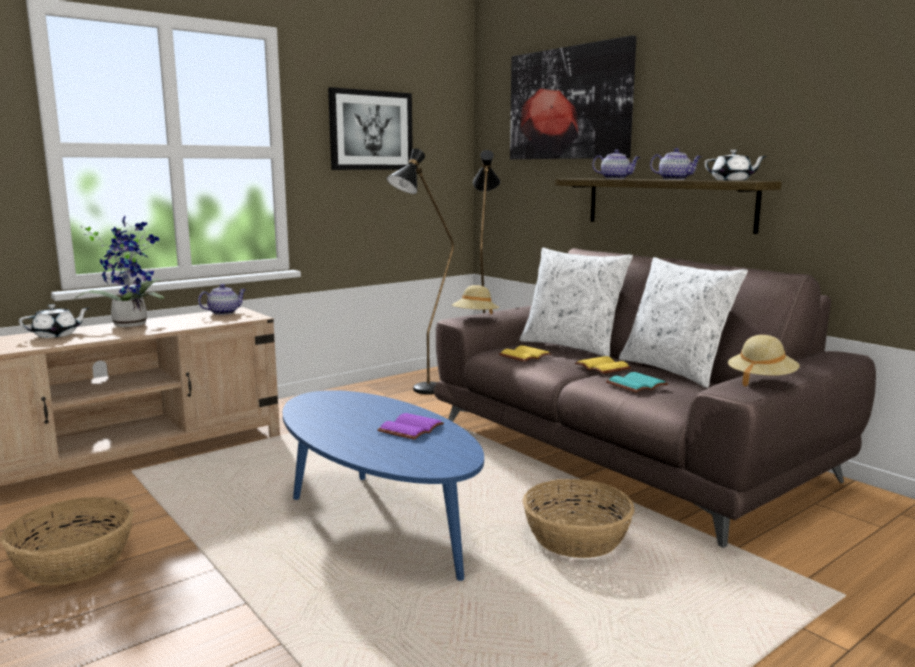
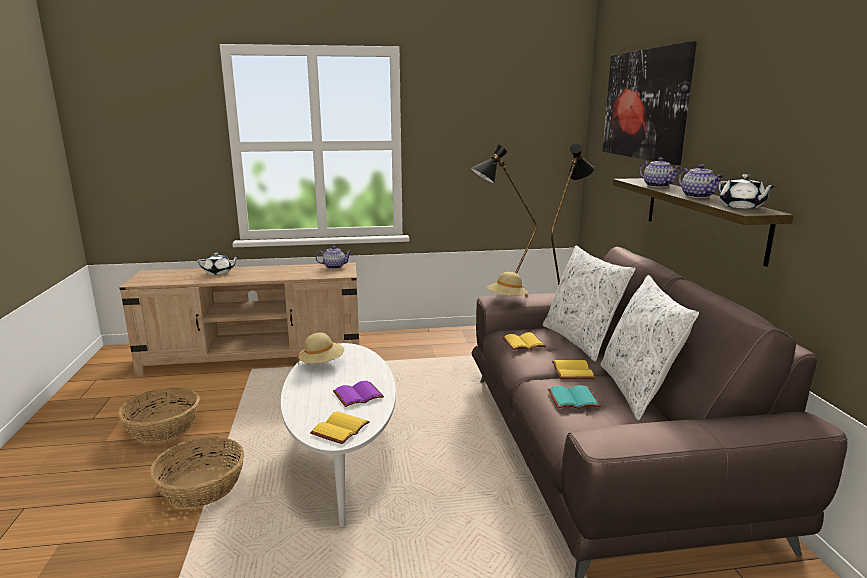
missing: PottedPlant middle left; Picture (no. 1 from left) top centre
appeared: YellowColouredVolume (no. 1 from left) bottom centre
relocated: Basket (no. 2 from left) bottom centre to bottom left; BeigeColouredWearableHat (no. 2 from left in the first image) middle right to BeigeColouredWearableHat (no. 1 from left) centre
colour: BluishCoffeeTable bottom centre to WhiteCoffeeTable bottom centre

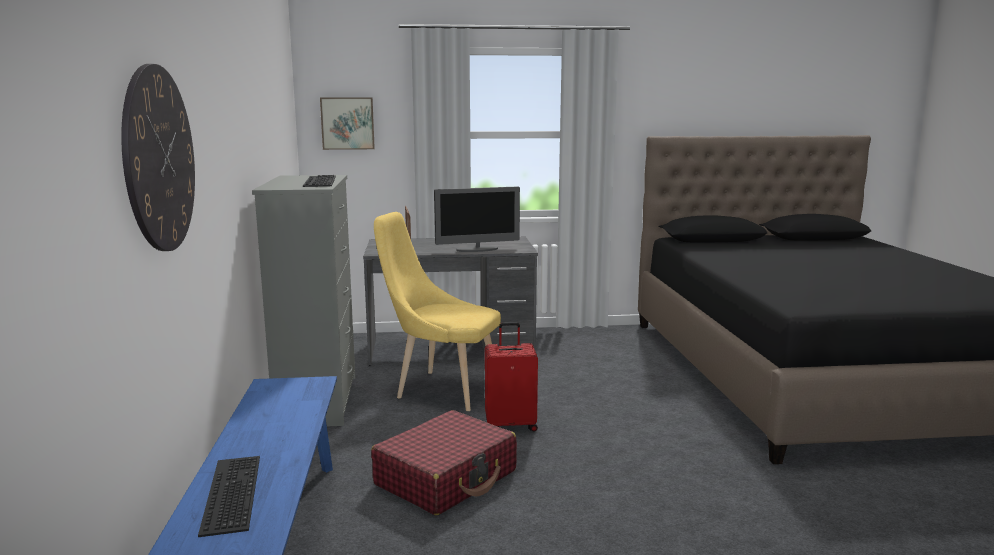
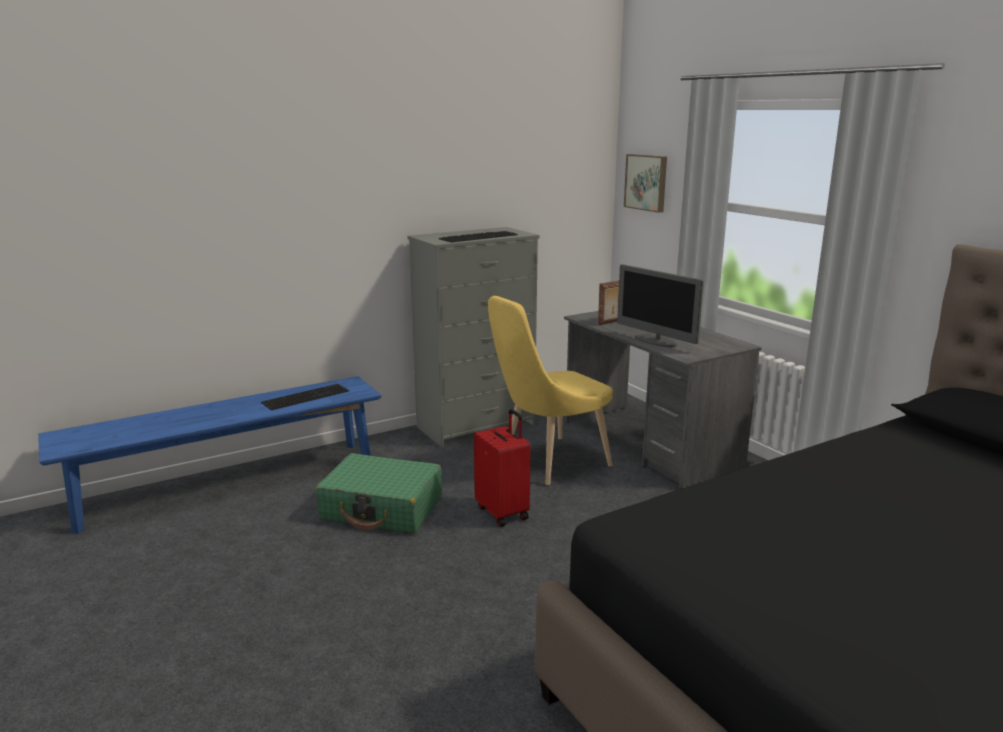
missing: ClockOnTheWall top left
relocated: PcKeyboard (no. 1 from left) bottom left to middle left
colour: RedSuitcase (no. 1 from left) bottom centre to GreenColouredSuitcase bottom centre
spun: YellowColouredChair centre = centre 120 degrees counterclockwise

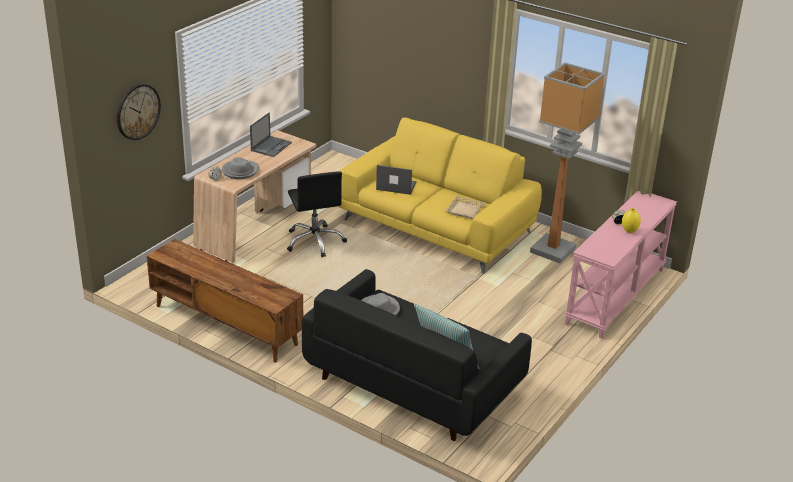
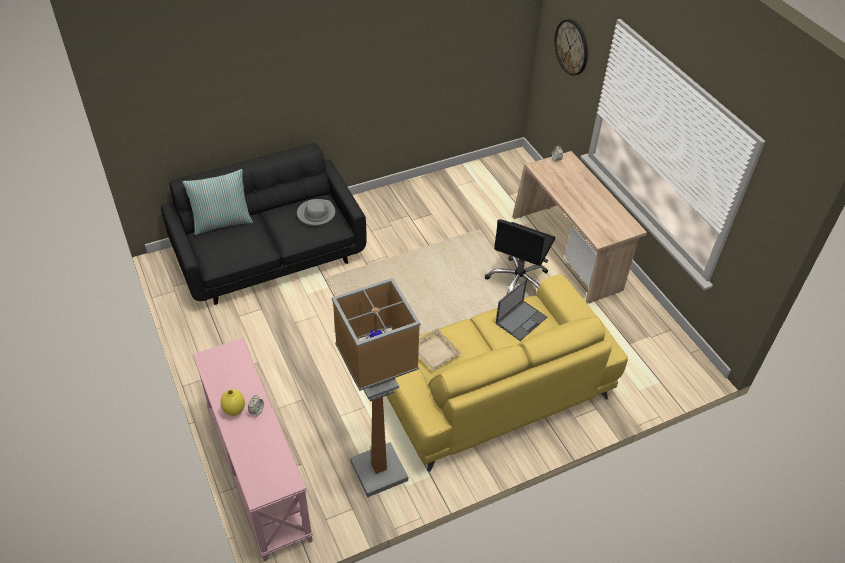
missing: BrownTvUnit middle left; GreyishWearableHat (no. 1 from left) middle left; NotebookComputer (no. 1 from left) top centre
spun: BlackOfficeChair centre = centre 75 degrees counterclockwise

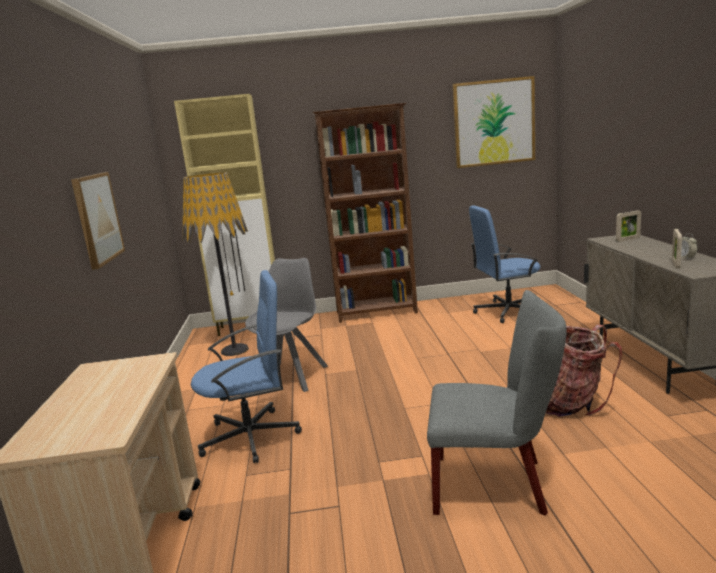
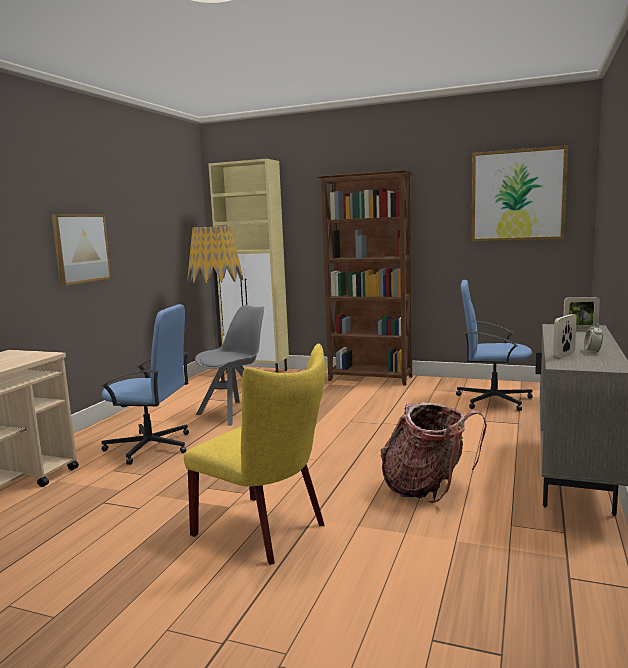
colour: GreyishChair (no. 2 from left) bottom right to YellowColouredChair bottom centre

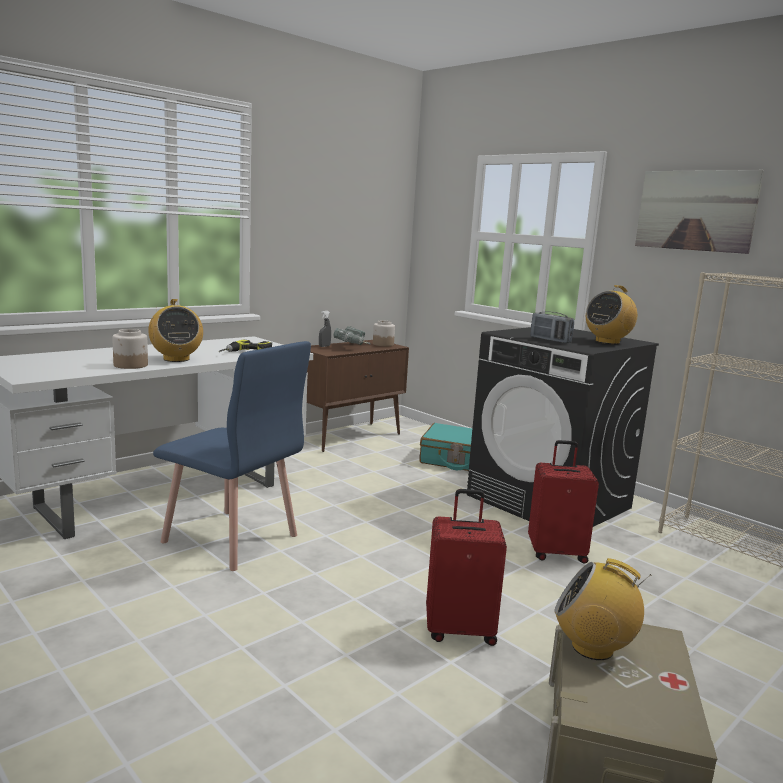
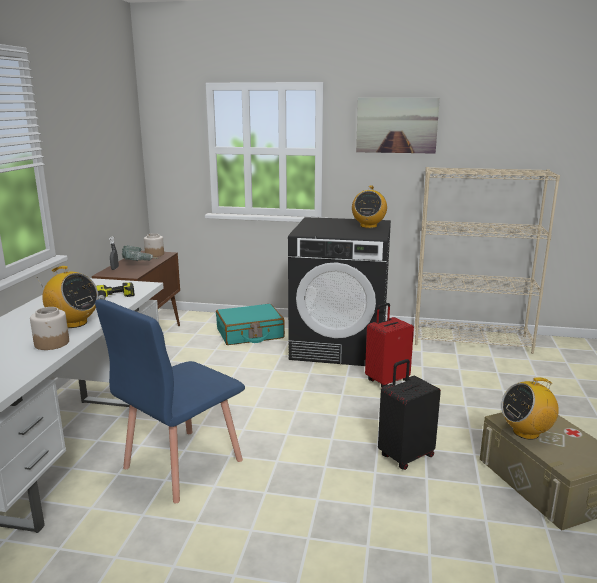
missing: RadioSet (no. 2 from left) middle right
colour: RedSuitcase (no. 1 from left) bottom centre to BlackSuitcase bottom right
spun: BluishChair middle left = bottom left 135 degrees clockwise

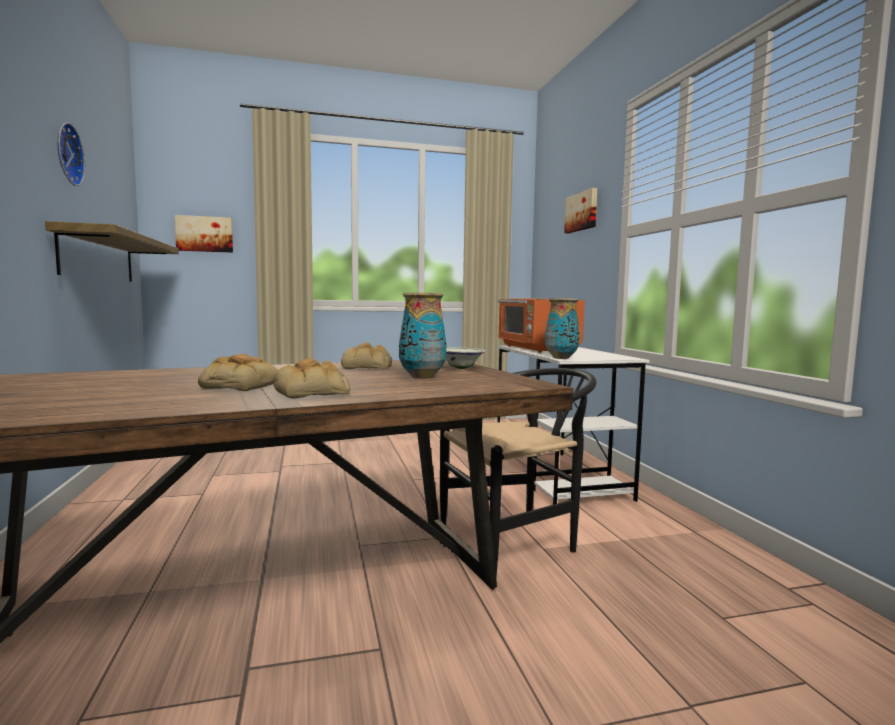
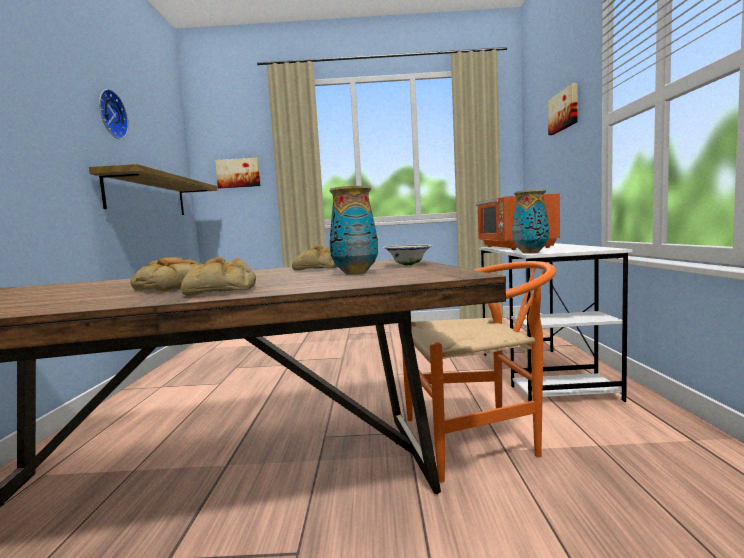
colour: BlackChair centre to OrangeChair bottom centre

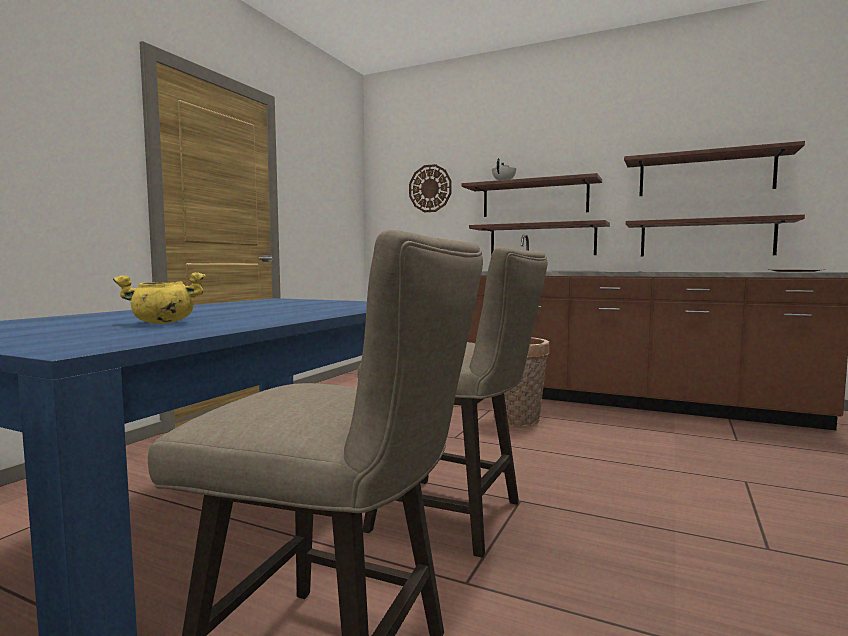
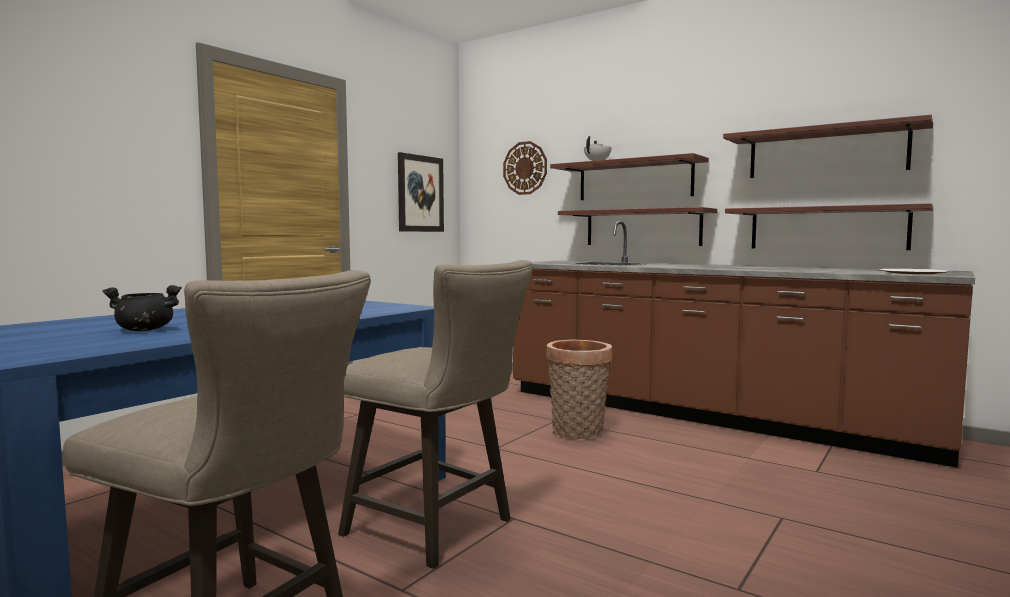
appeared: Picture top centre
colour: YellowColouredCookingPot middle left to BlackCookingPot middle left

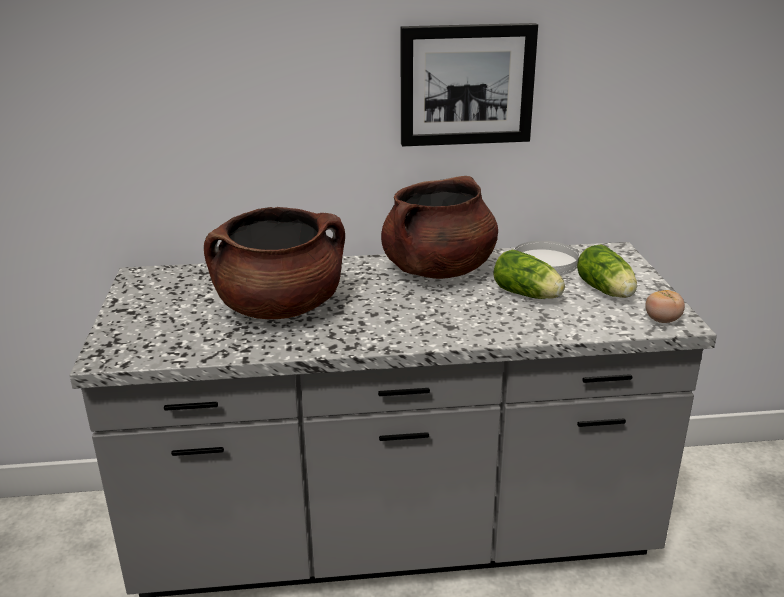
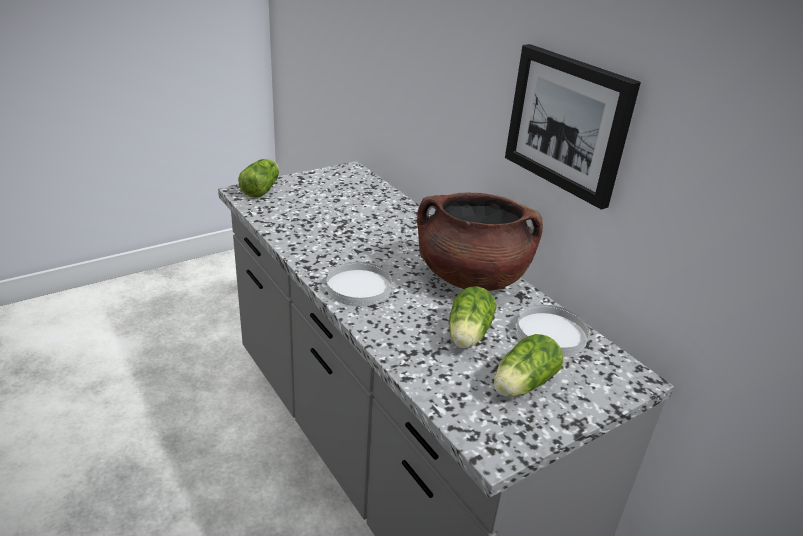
missing: BrownCookingPot (no. 1 from left) centre; FreshTomato middle right
appeared: HeadOfLettuce (no. 1 from left) top left; WhiteFlatDish (no. 1 from left) centre

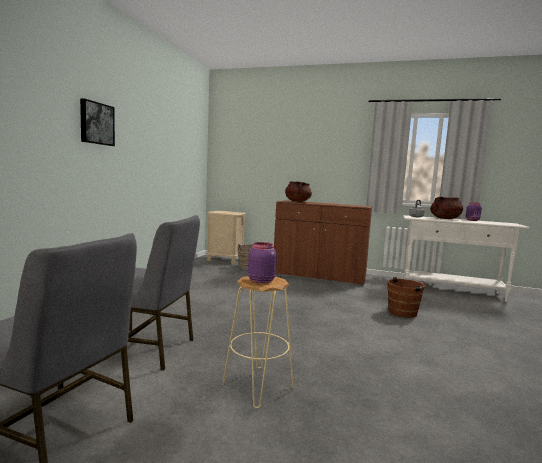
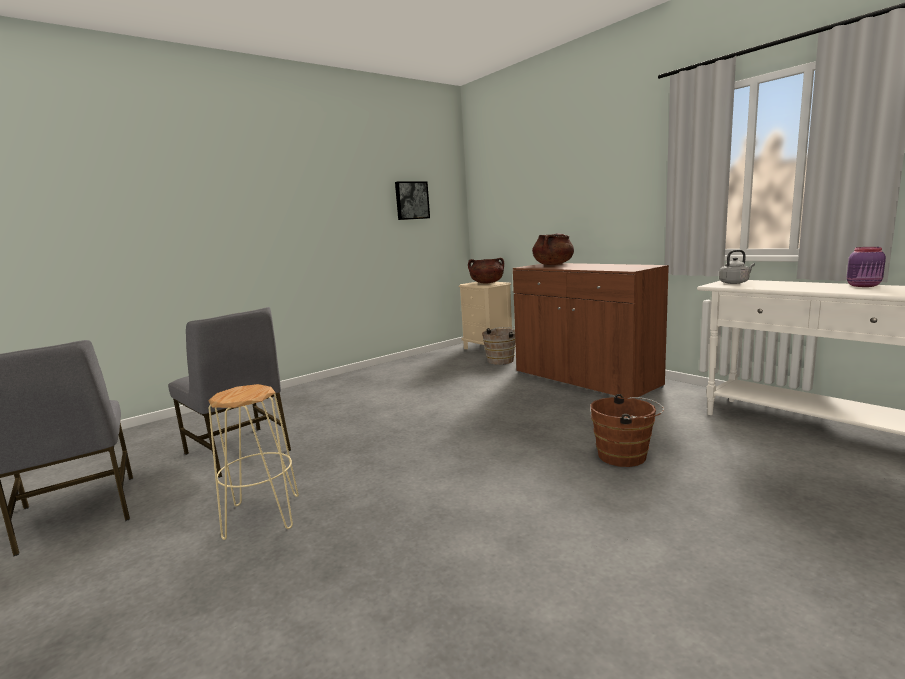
missing: PurpleColouredPreserveJar (no. 1 from left) centre
relocated: Picture top left to top centre; BrownCookingPot (no. 2 from left in the first image) middle right to BrownCookingPot (no. 1 from left) centre

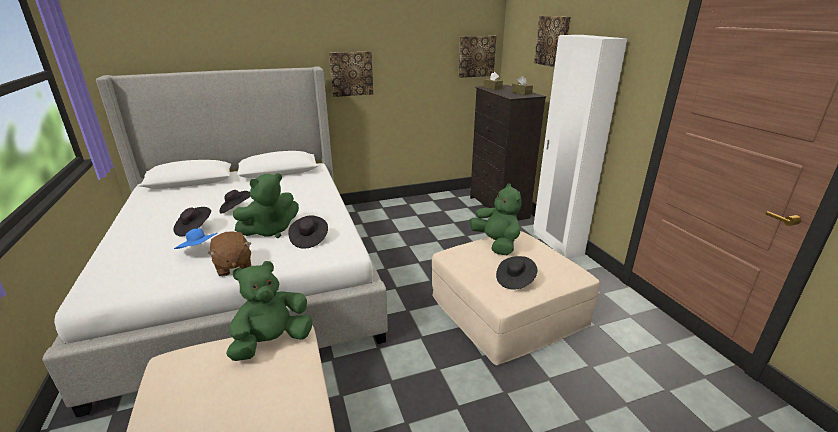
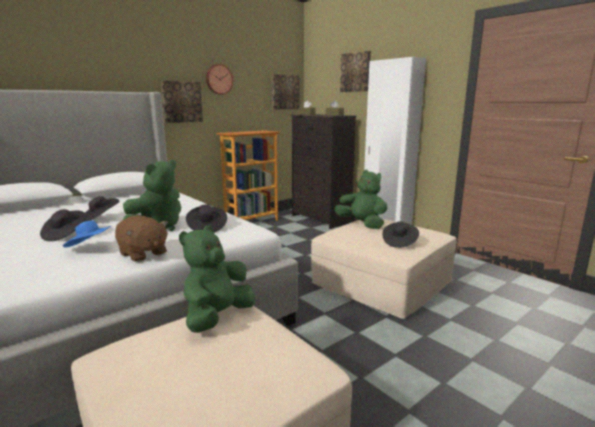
appeared: ClockOnTheWall top centre; Bookshelf centre

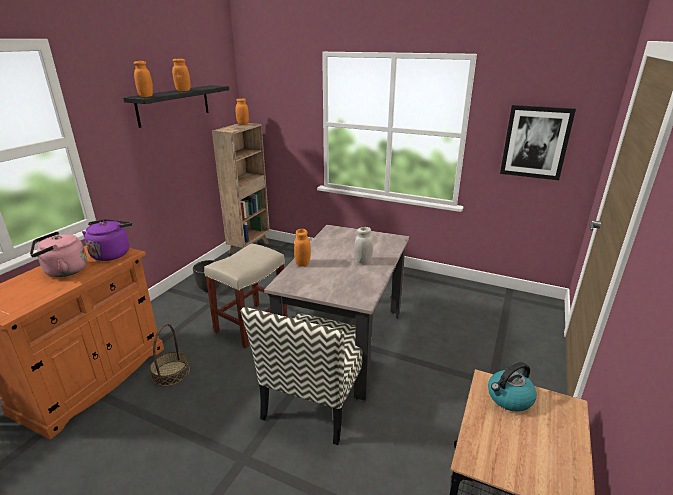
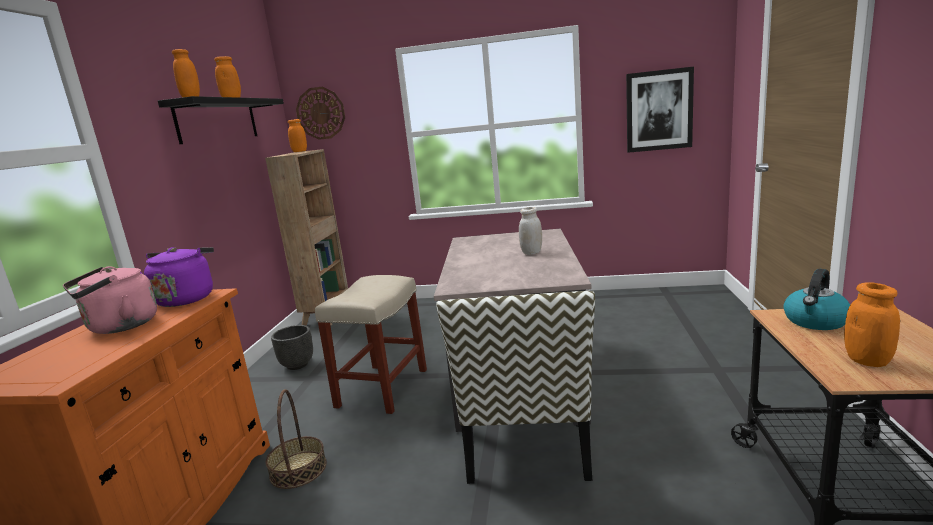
appeared: ClockOnTheWall top centre
relocated: OrangePreserveJar (no. 4 from left) centre to middle right

